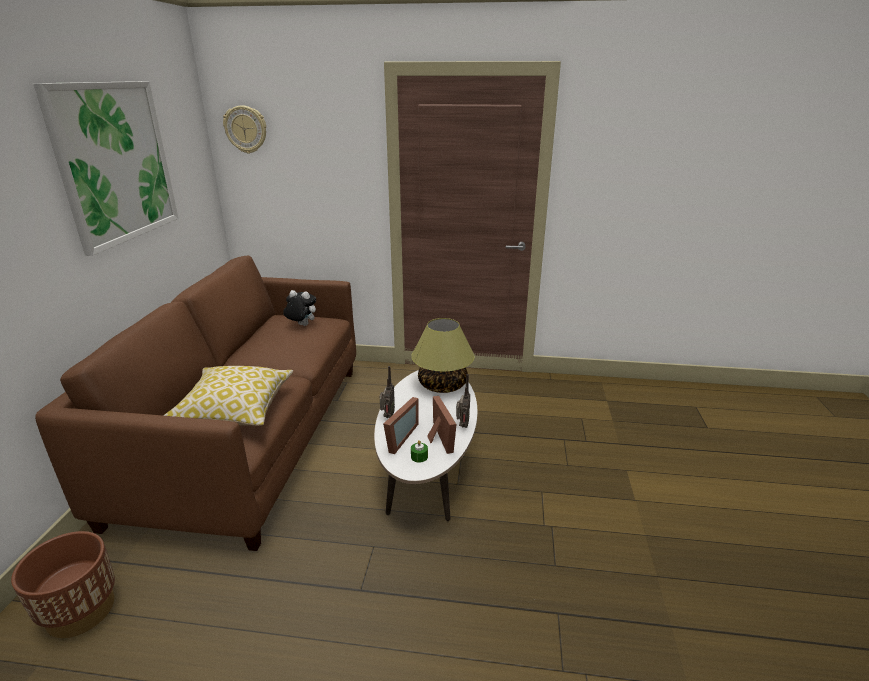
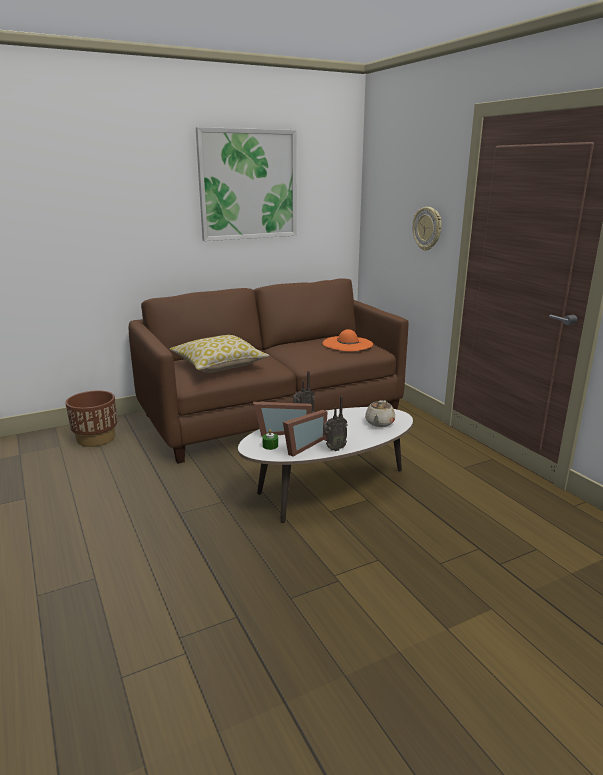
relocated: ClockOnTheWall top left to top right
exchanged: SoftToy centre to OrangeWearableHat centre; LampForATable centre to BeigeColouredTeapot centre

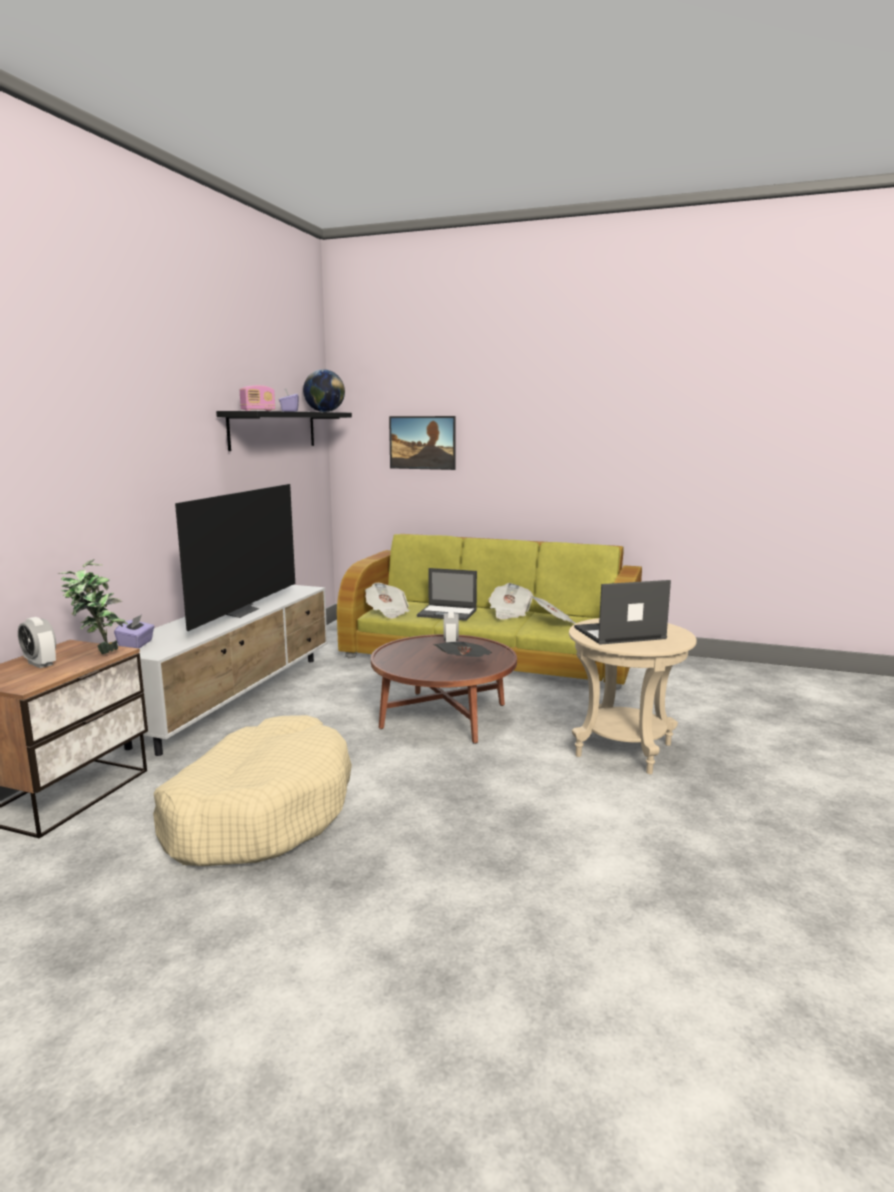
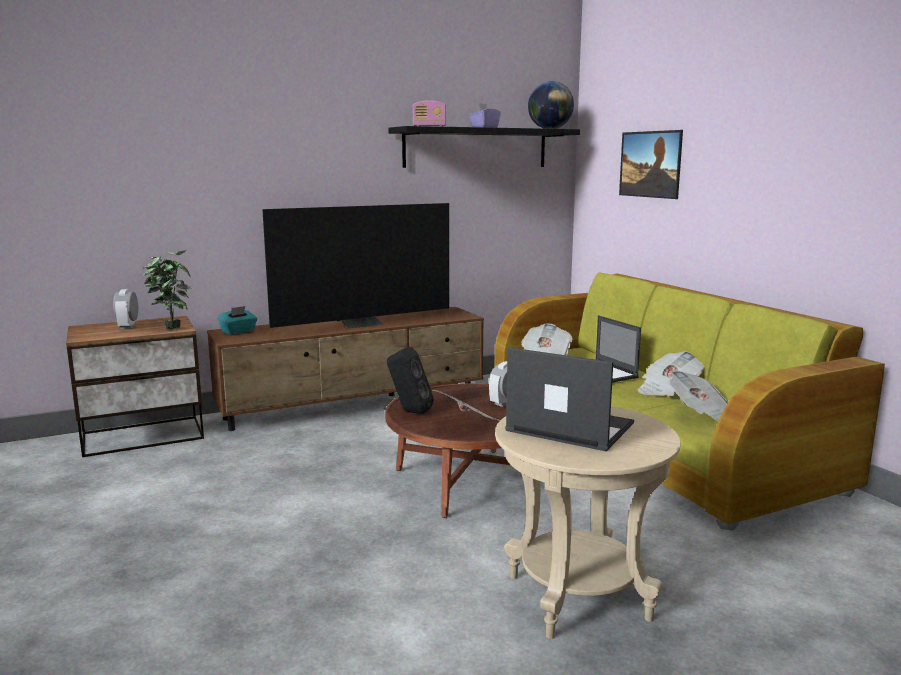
missing: BeigeColouredPetBed middle left
appeared: BlackSpeaker centre
colour: WhiteTvUnit middle left to BrownTvUnit centre; PurpleColouredBoxOfTissues (no. 1 from left) middle left to BlueGreenBoxOfTissues middle left

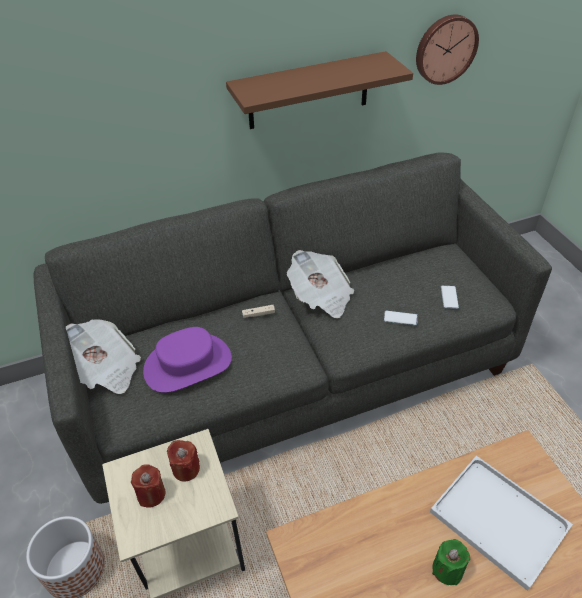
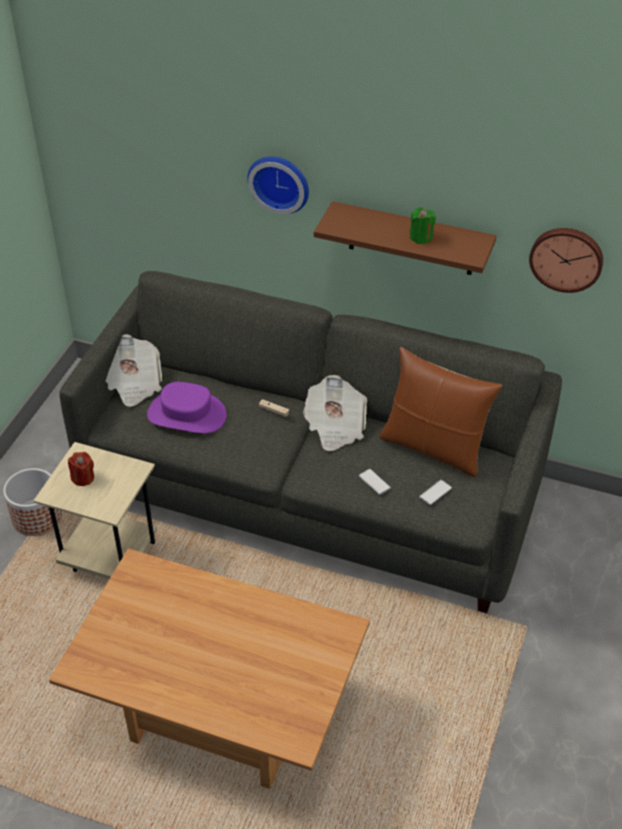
missing: RedCandle (no. 2 from left) bottom left; WhiteCarryingTray bottom right
appeared: ClockOnTheWall (no. 1 from left) top centre; BrownCushion middle right
relocated: GreenColouredCandle bottom right to top right

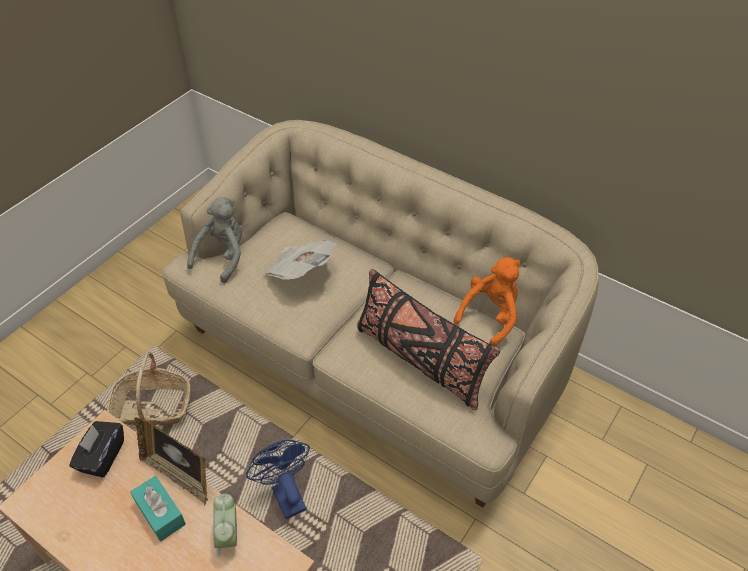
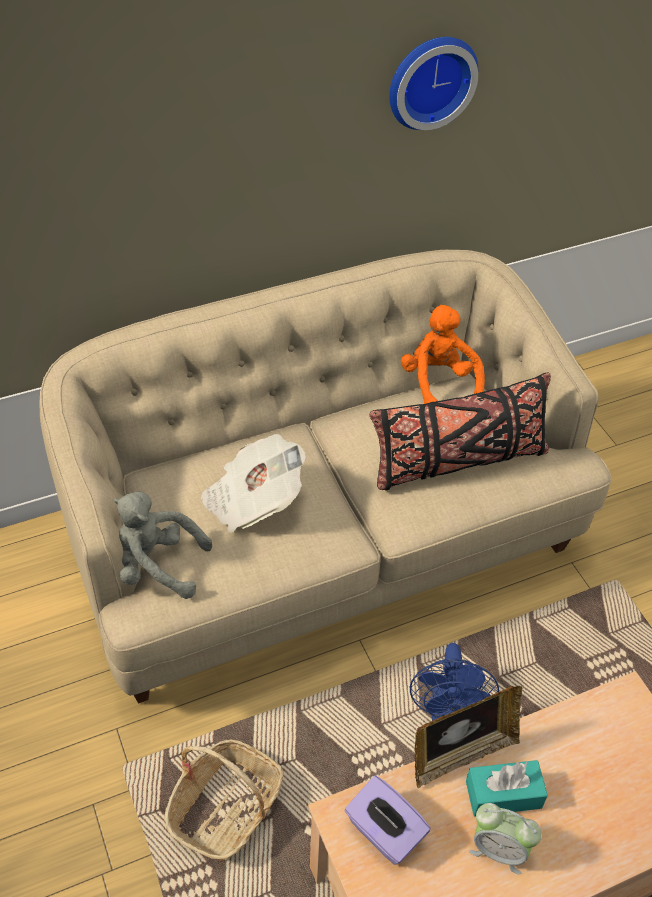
appeared: ClockOnTheWall top centre
relocated: AlarmClock bottom left to bottom right
colour: BlackBoxOfTissues bottom left to PurpleColouredBoxOfTissues bottom centre
spun: GreyishSoftToy middle left = middle left 45 degrees counterclockwise; BluishCoolingFan bottom centre = bottom right 90 degrees counterclockwise

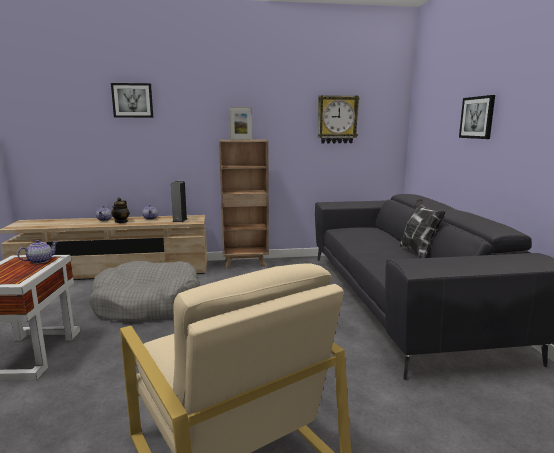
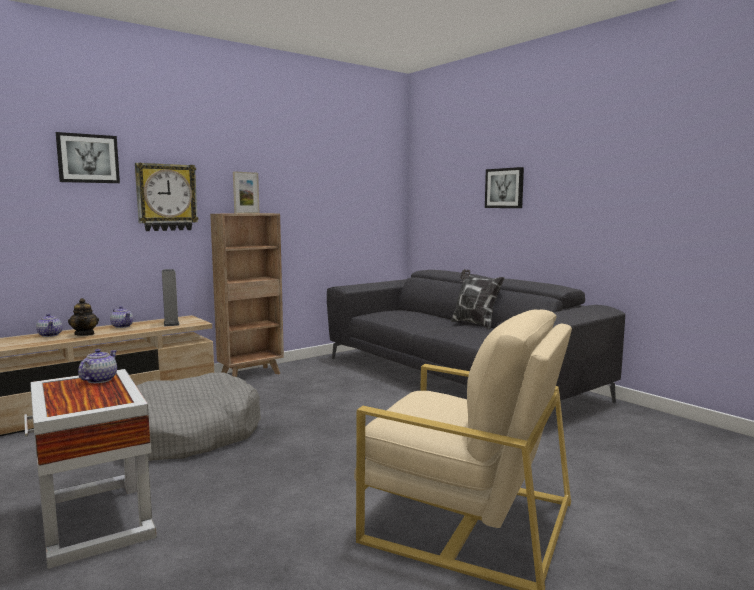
relocated: ClockOnTheWall top centre to middle left

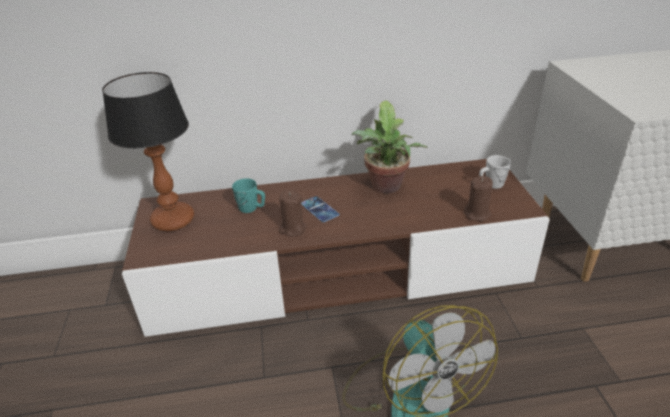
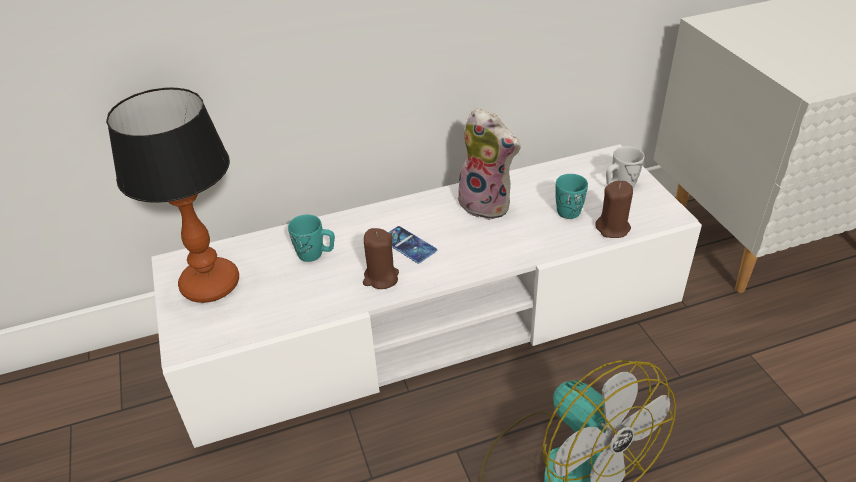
appeared: BlueGreenMug (no. 2 from left) middle right
exchanged: PottedPlant centre to SoftToy centre
colour: BrownTvUnit centre to WhiteTvUnit centre

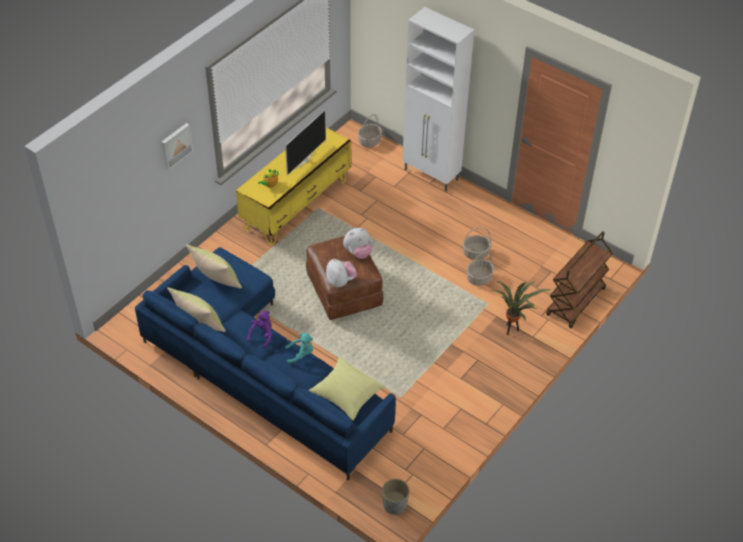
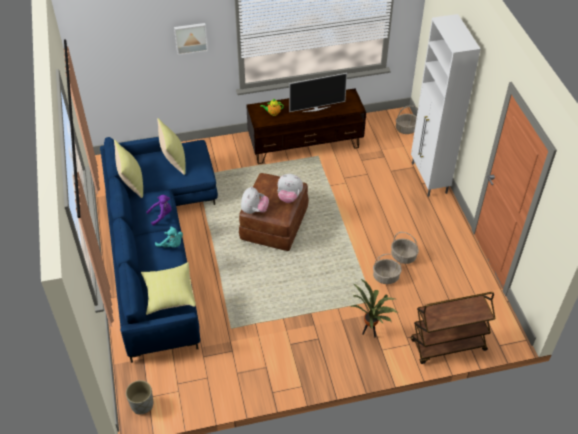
colour: YellowColouredTvUnit centre to BrownTvUnit top centre

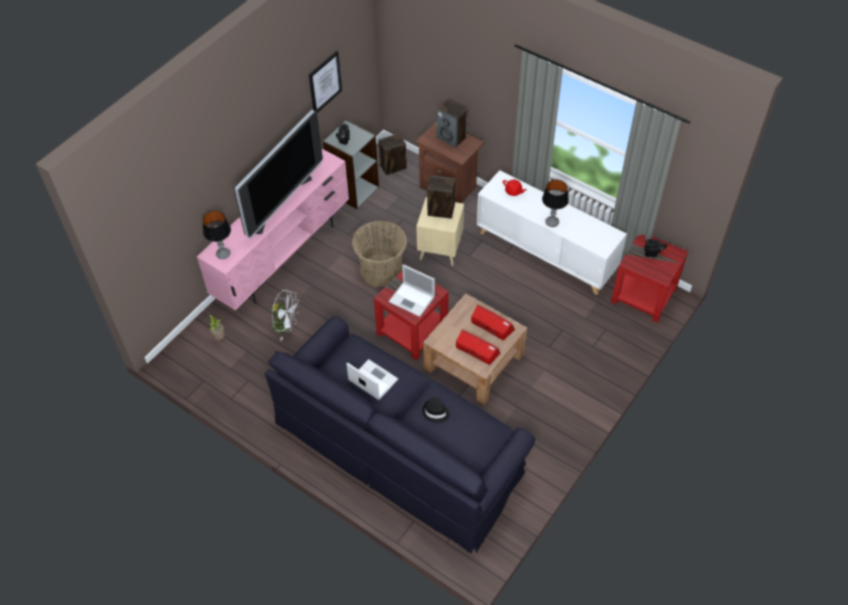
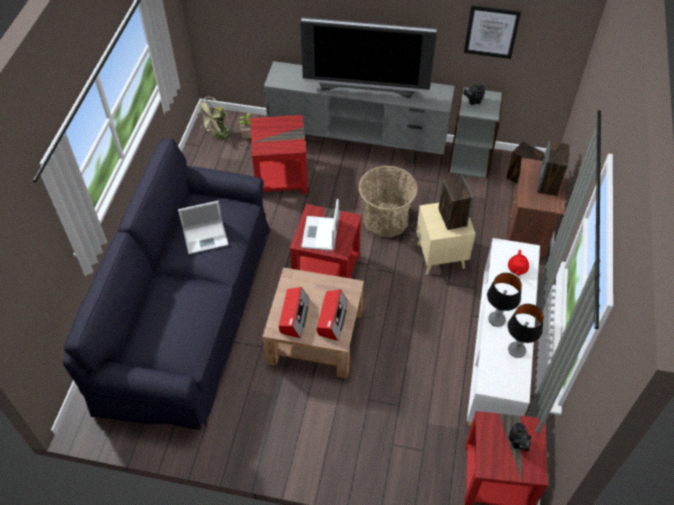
missing: BlackWearableHat bottom centre
appeared: GreenColouredCoolingFan top left
relocated: LampForATable (no. 1 from left in the first image) middle left to LampForATable (no. 2 from left) middle right
exchanged: WhiteCoolingFan centre to RedAccentTable (no. 1 from left) top centre
colour: PinkTvUnit middle left to GreyishTvUnit top centre
spun: NotebookComputer (no. 1 from left) centre = middle left 60 degrees clockwise

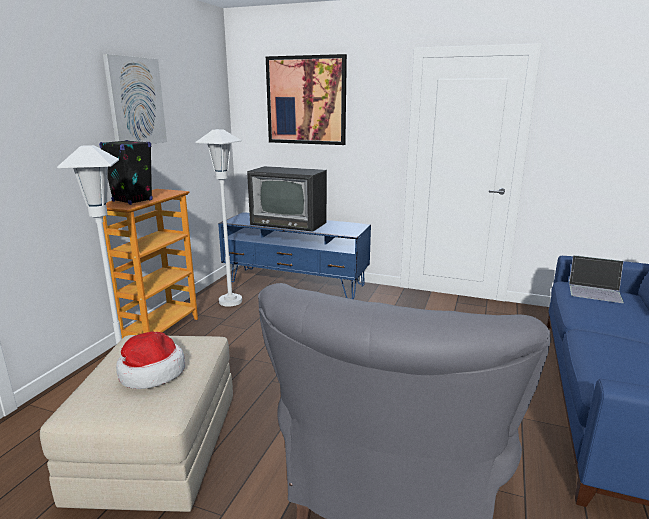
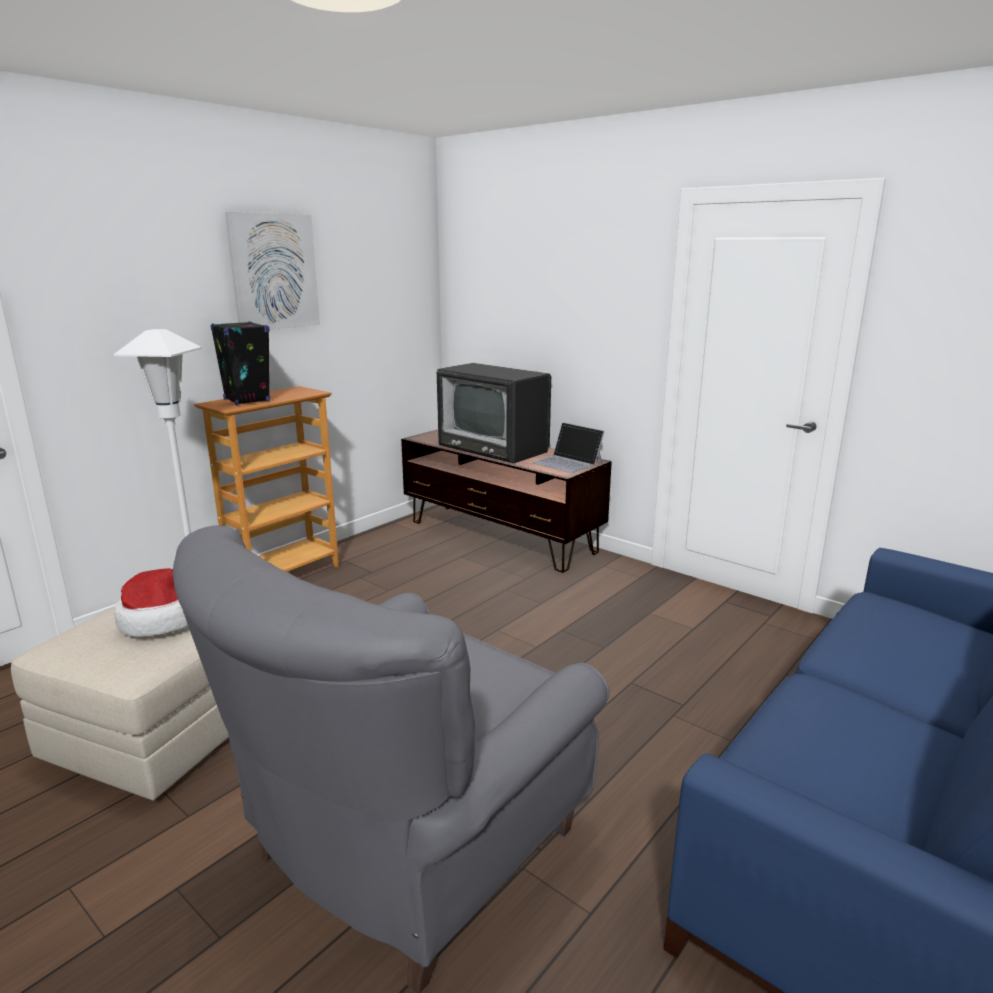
missing: WhiteFloorLamp (no. 2 from left) centre; Picture (no. 2 from left) top centre
relocated: NotebookComputer middle right to centre
colour: BluishTvUnit centre to BrownTvUnit centre

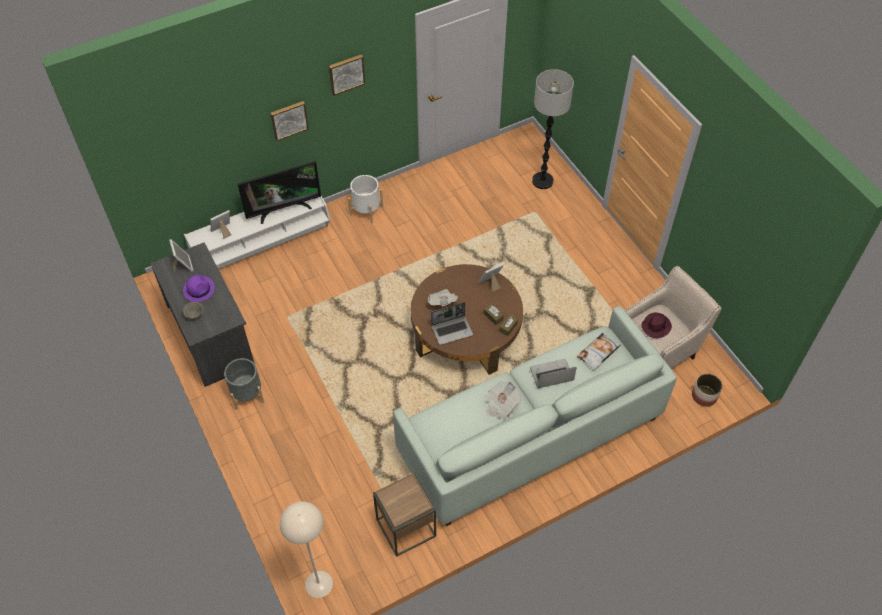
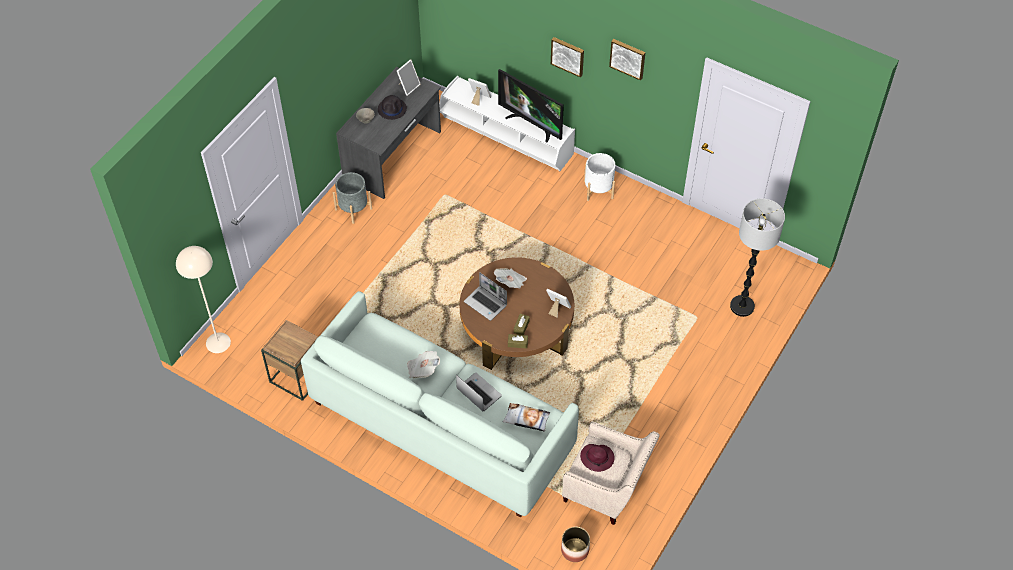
colour: PurpleColouredWearableHat (no. 1 from left) middle left to BlackWearableHat top centre

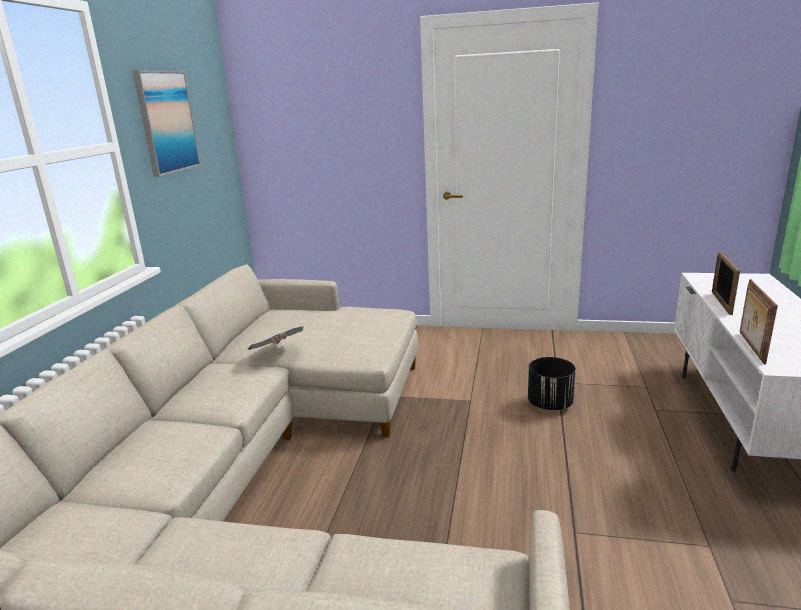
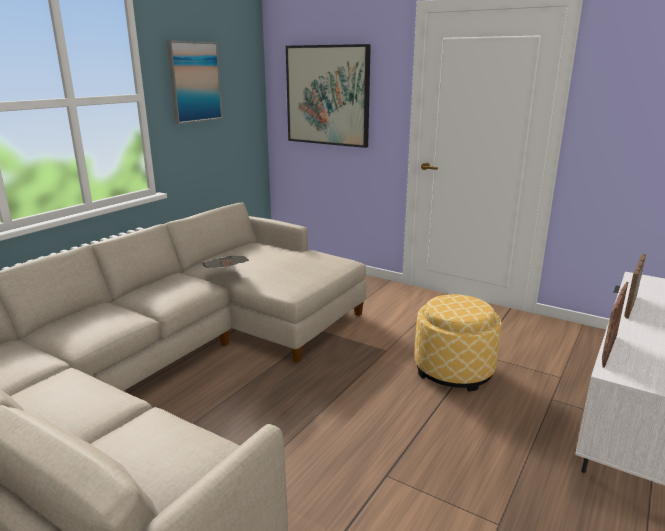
appeared: Picture (no. 2 from left) top centre
exchanged: BlackPlanter middle right to Footrest middle right

